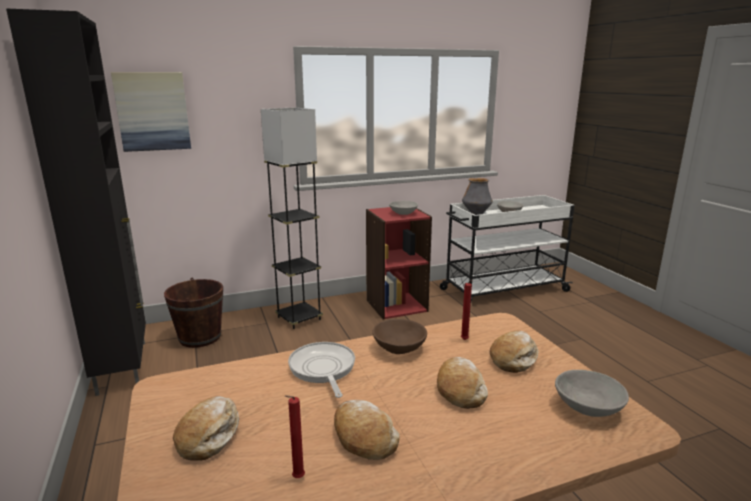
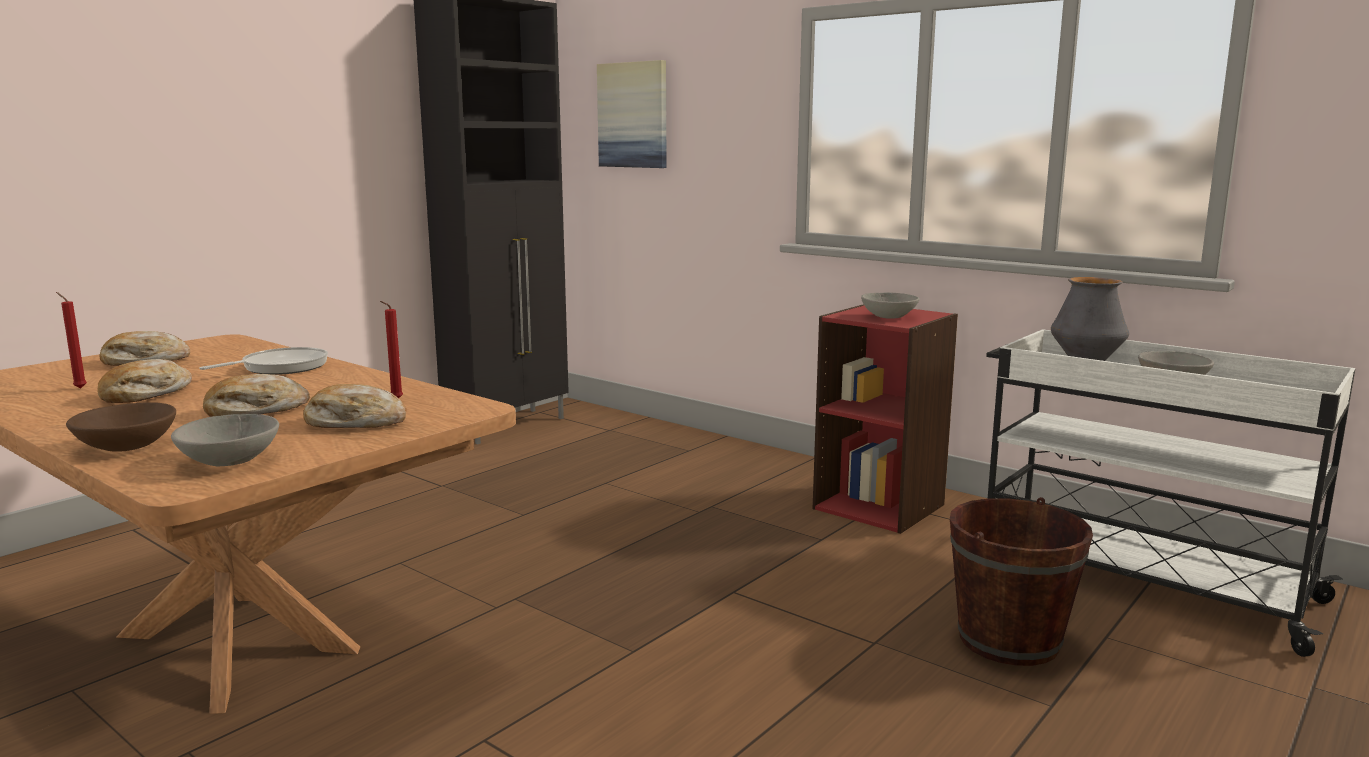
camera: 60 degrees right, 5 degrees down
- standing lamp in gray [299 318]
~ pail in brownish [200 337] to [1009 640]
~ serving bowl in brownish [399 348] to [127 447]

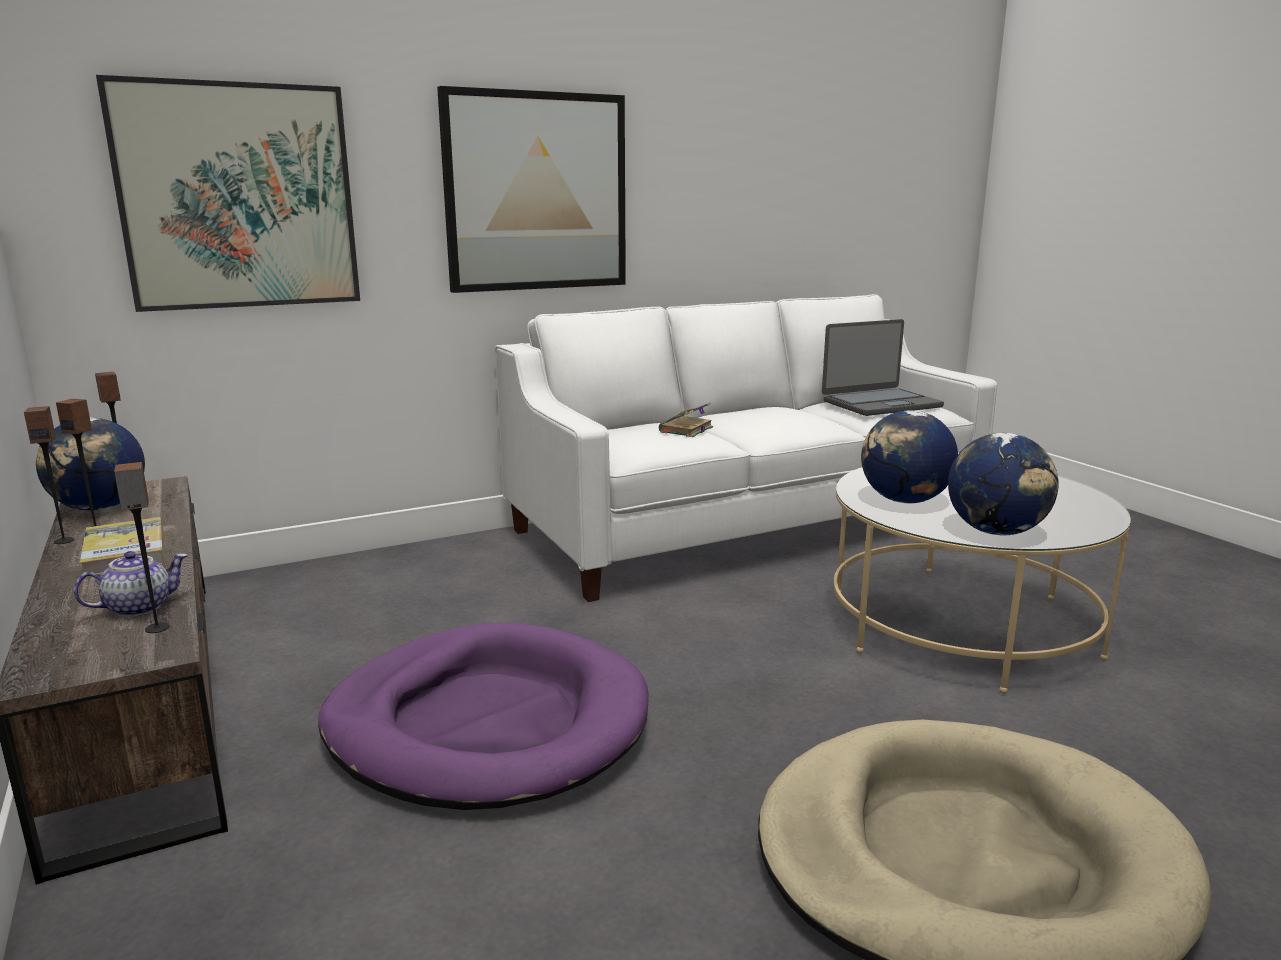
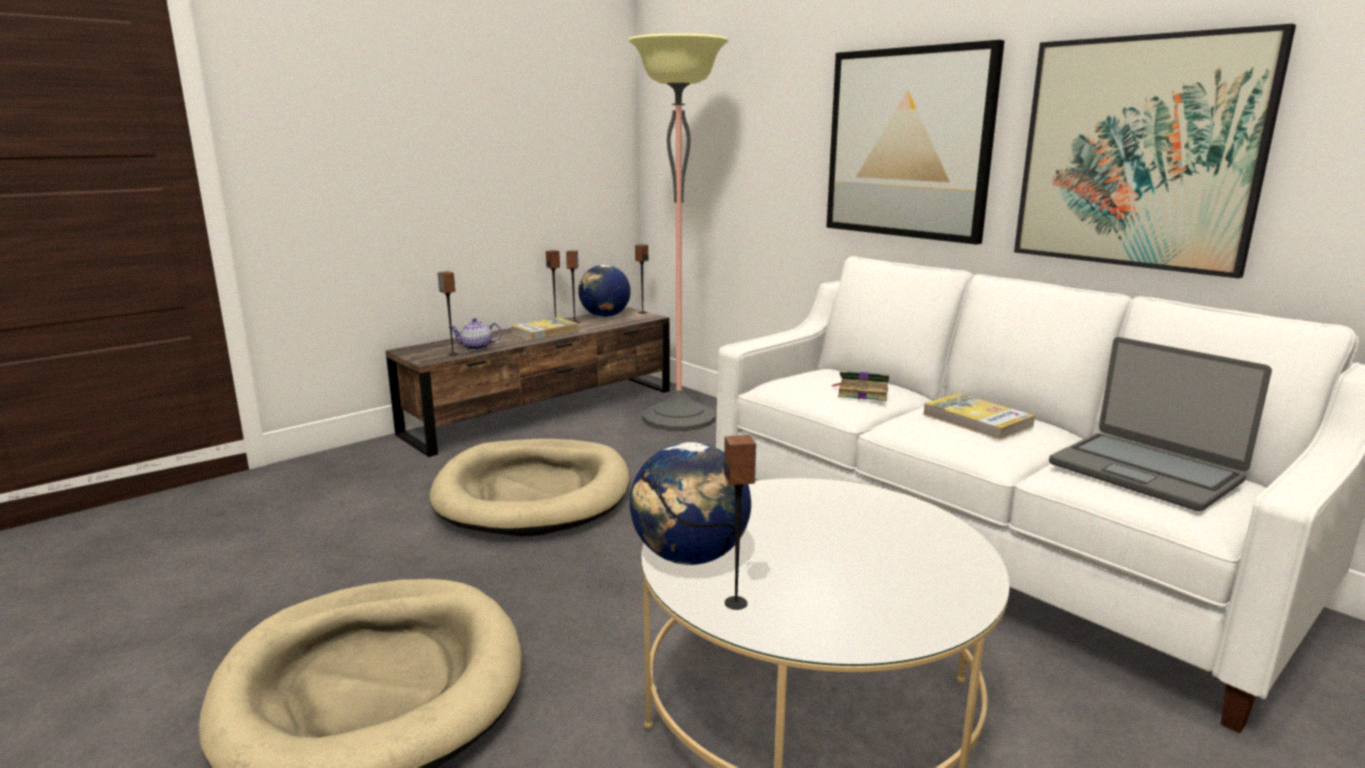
camera: 75 degrees right, 0 degrees up
~ picture [238 197] to [1138 153]
- world globe [904 501]
~ pot for tea [139 607] = [476 347] 135 degrees clockwise
~ dog bed in purple-coloured [487 723] to dog bed in sand-coloured [533 493]
+ standing lamp [679 418]
+ book [977 420]
+ audio speaker [736 603]

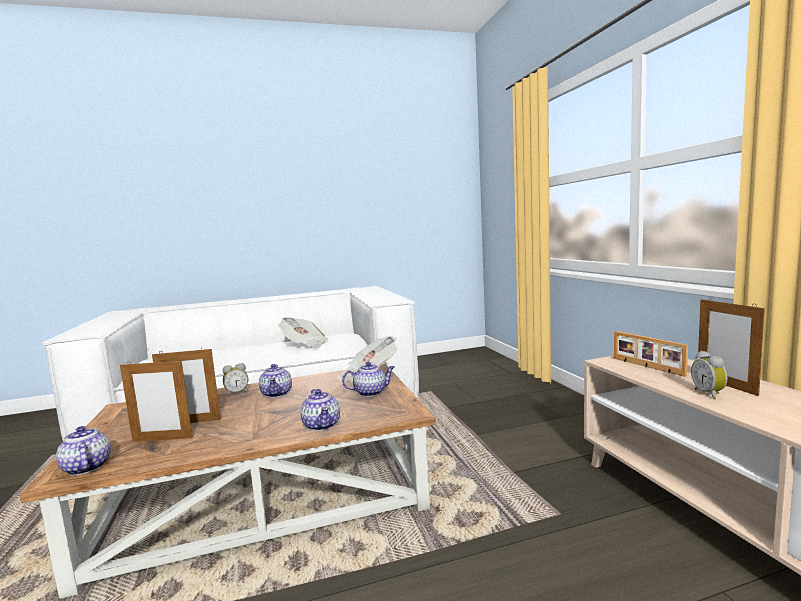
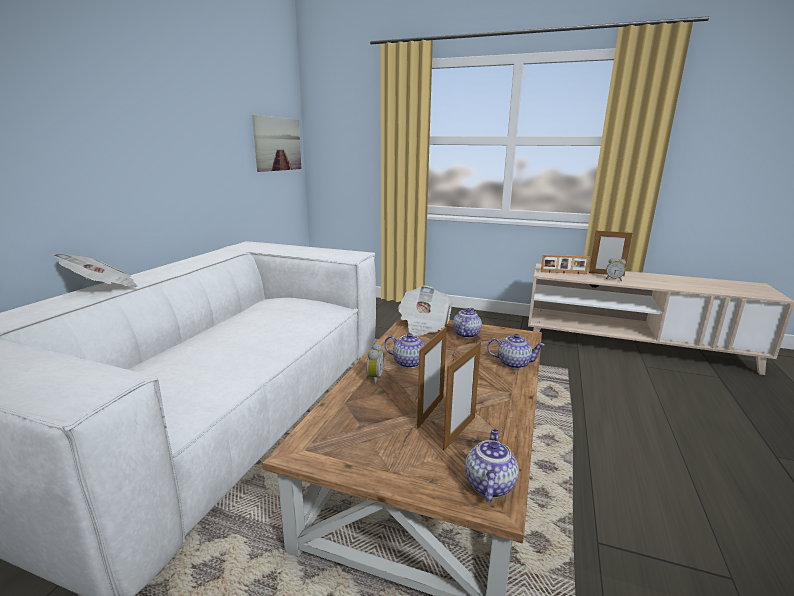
camera: 55 degrees left, 10 degrees up
~ newspaper [304 345] to [102 287]
~ pot for tea [86 467] = [489 484] 105 degrees clockwise
+ picture [277 144]

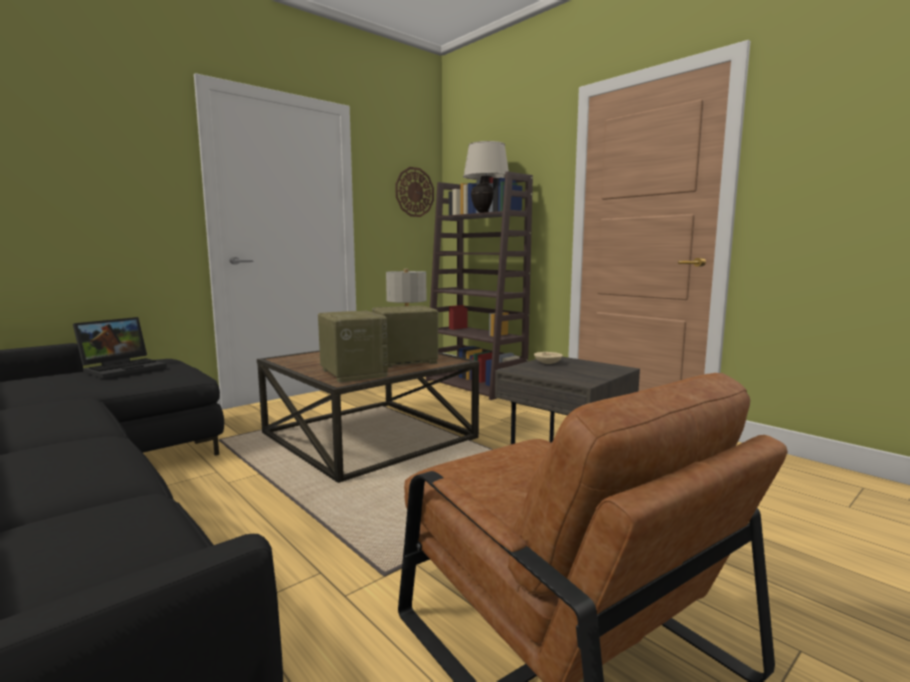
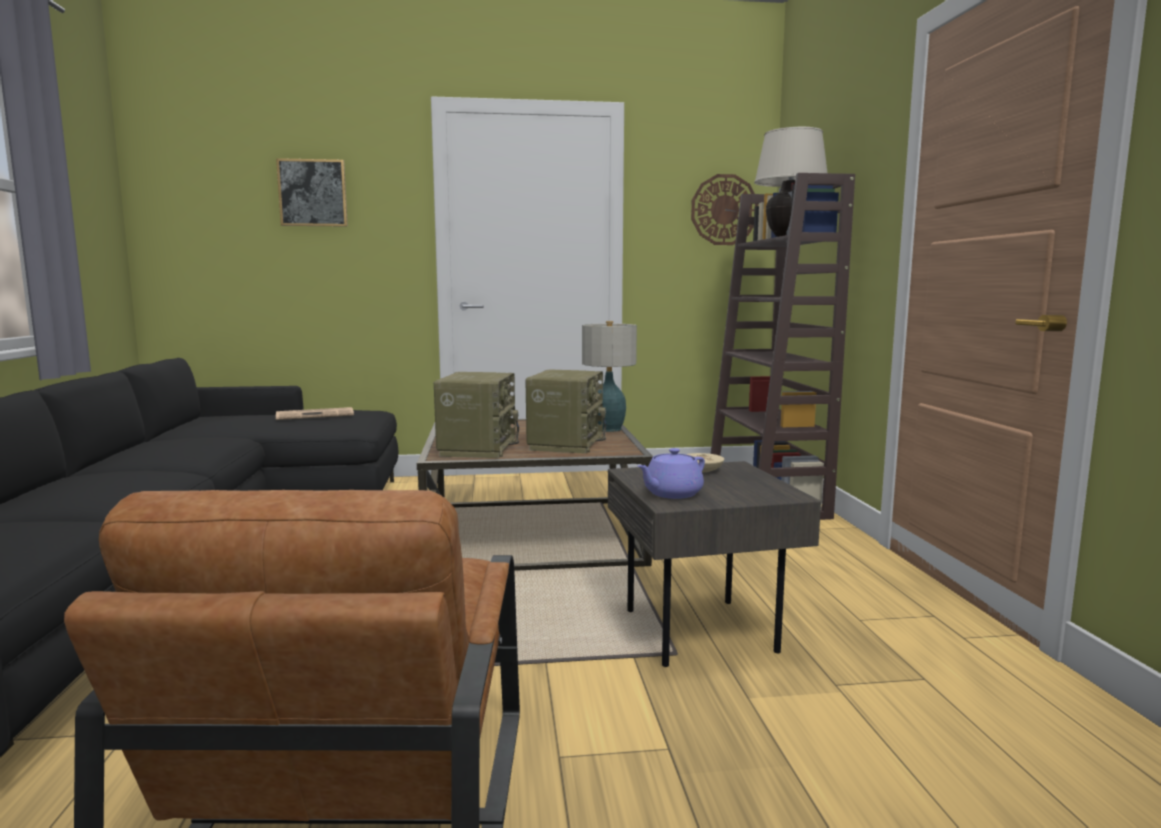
camera: 35 degrees right, 0 degrees up
~ radio [404 361] = [565 443] 90 degrees clockwise
~ portable computer [124 368] to newspaper [316 415]
+ picture [313 193]
+ pot for tea in purple-coloured [671 494]

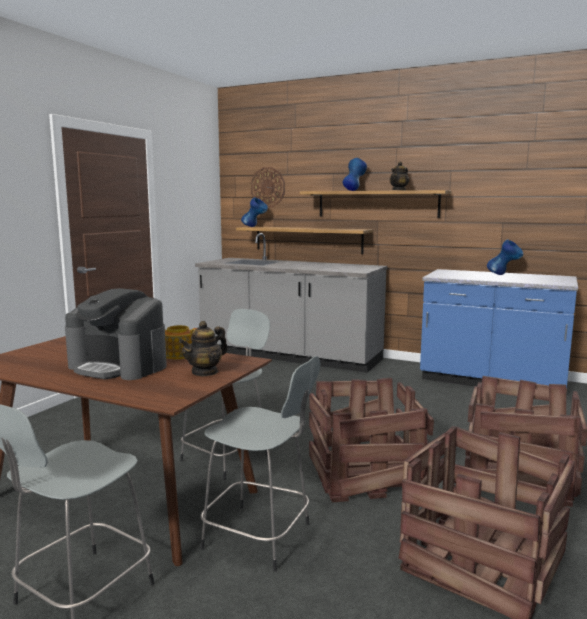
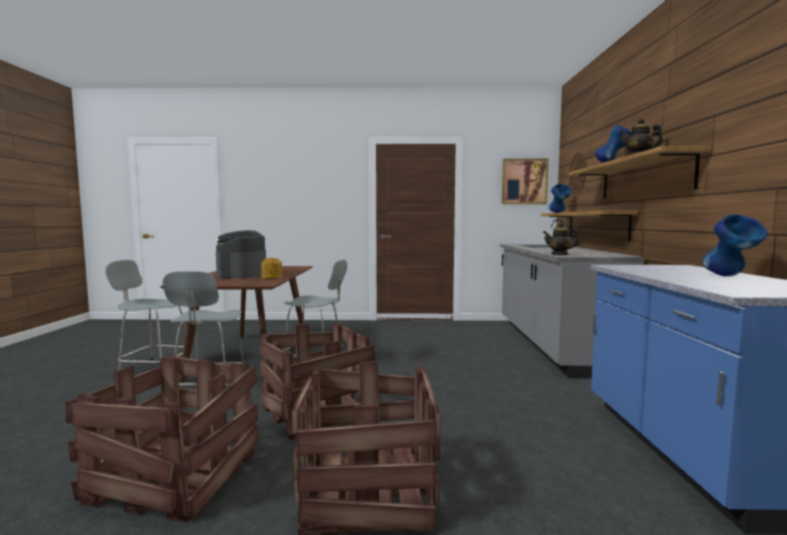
camera: 65 degrees right, 5 degrees down
~ pot for tea [205 372] to [560 254]
+ picture [524 181]

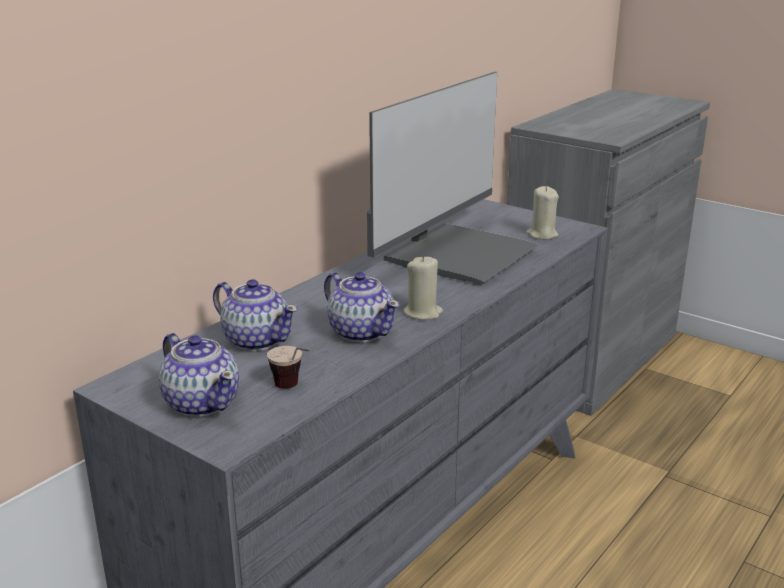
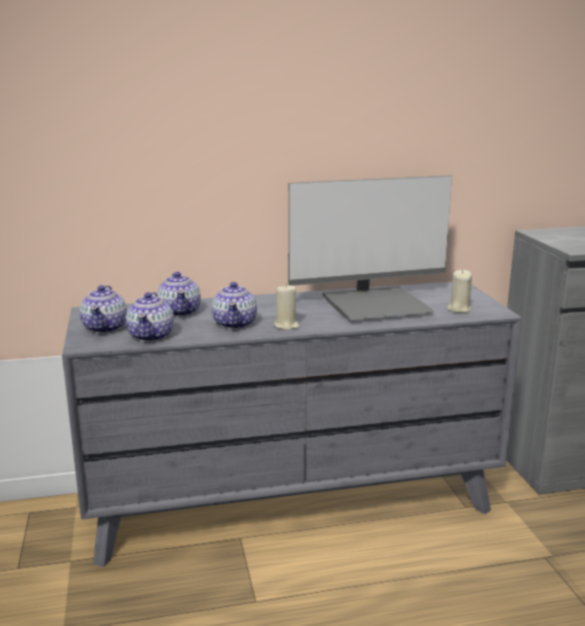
camera: 40 degrees right, 5 degrees down
~ small cup [293 389] to pot for tea [151 336]

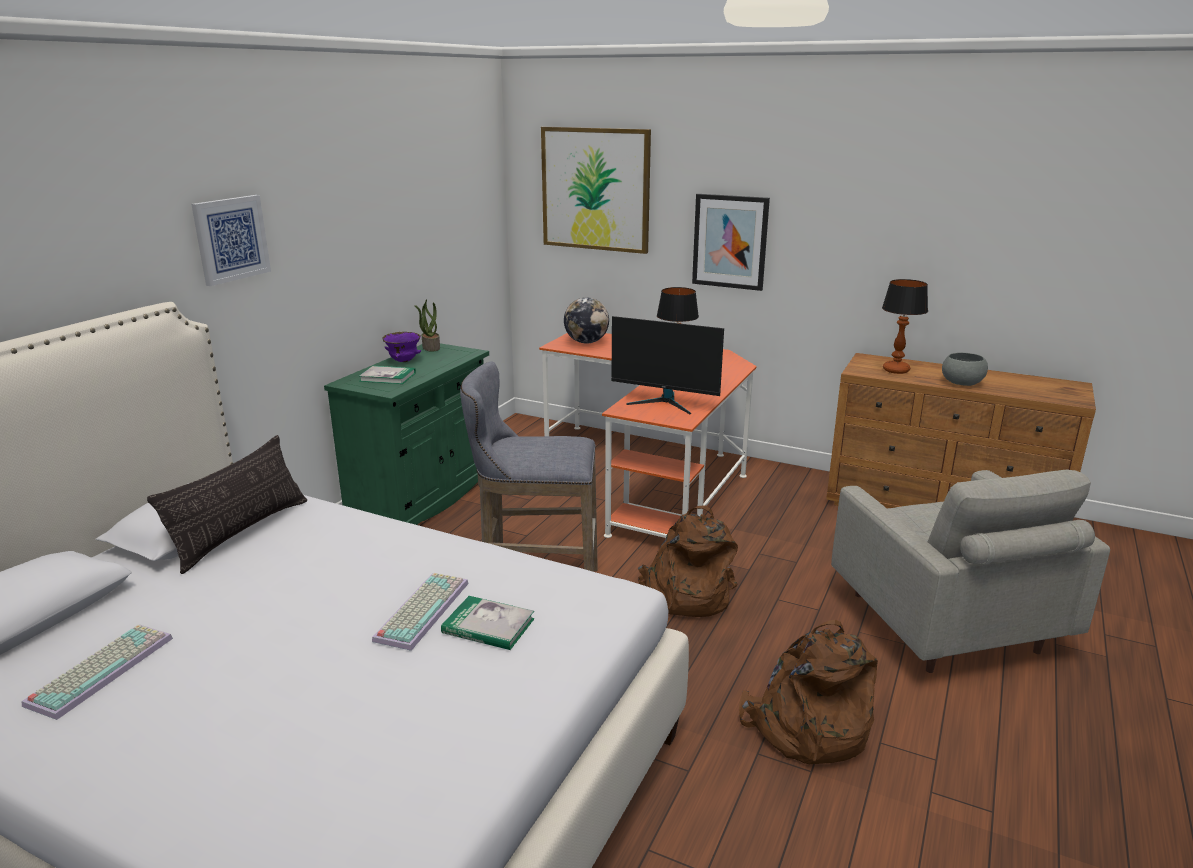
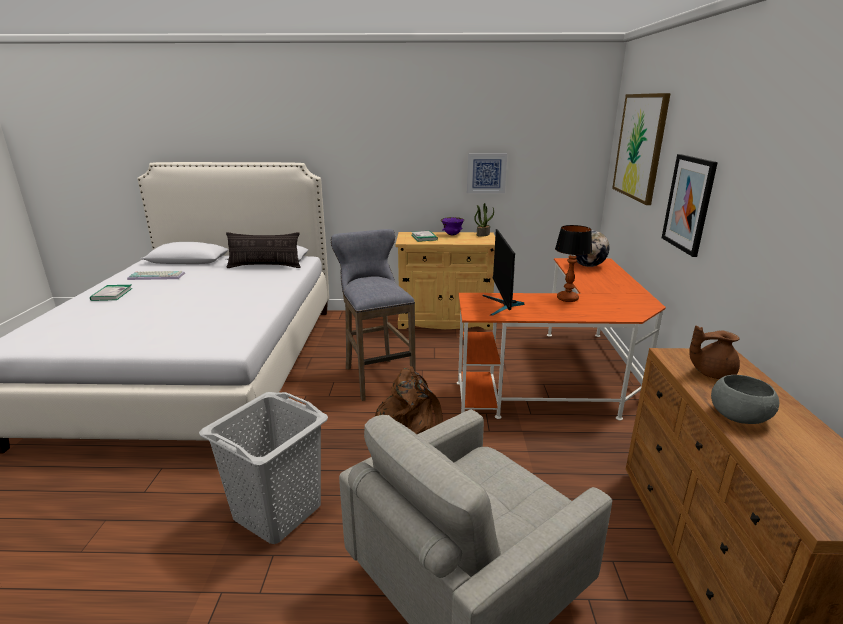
camera: 65 degrees right, 0 degrees up
~ picture [231 239] to [486 173]
~ lamp for a table [895 370] to pot for tea in brownish [711 373]
~ cupboard in green-coloured [422 498] to cupboard in sand-coloured [444 320]
- keyboard [421 609]
~ book [488 626] to [112 294]
~ knapsack in brownish [805 728] to washing basket in gray [278 512]

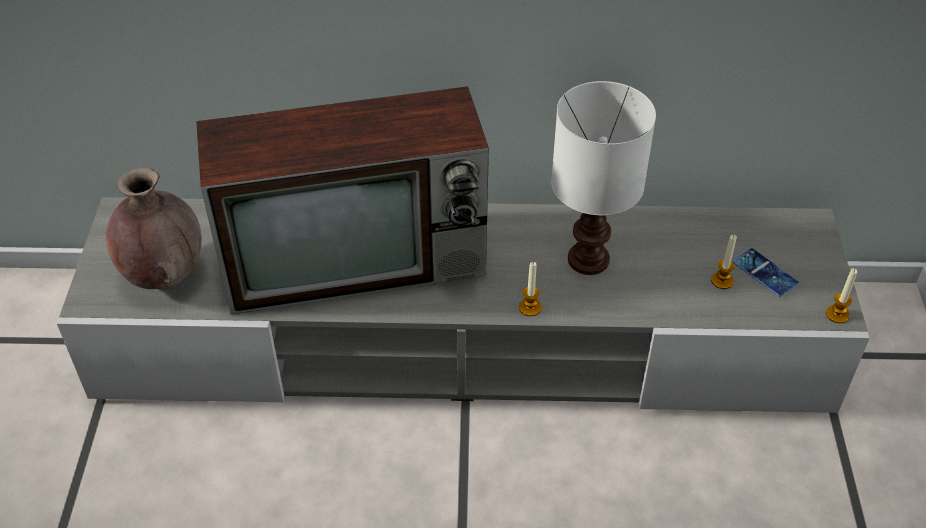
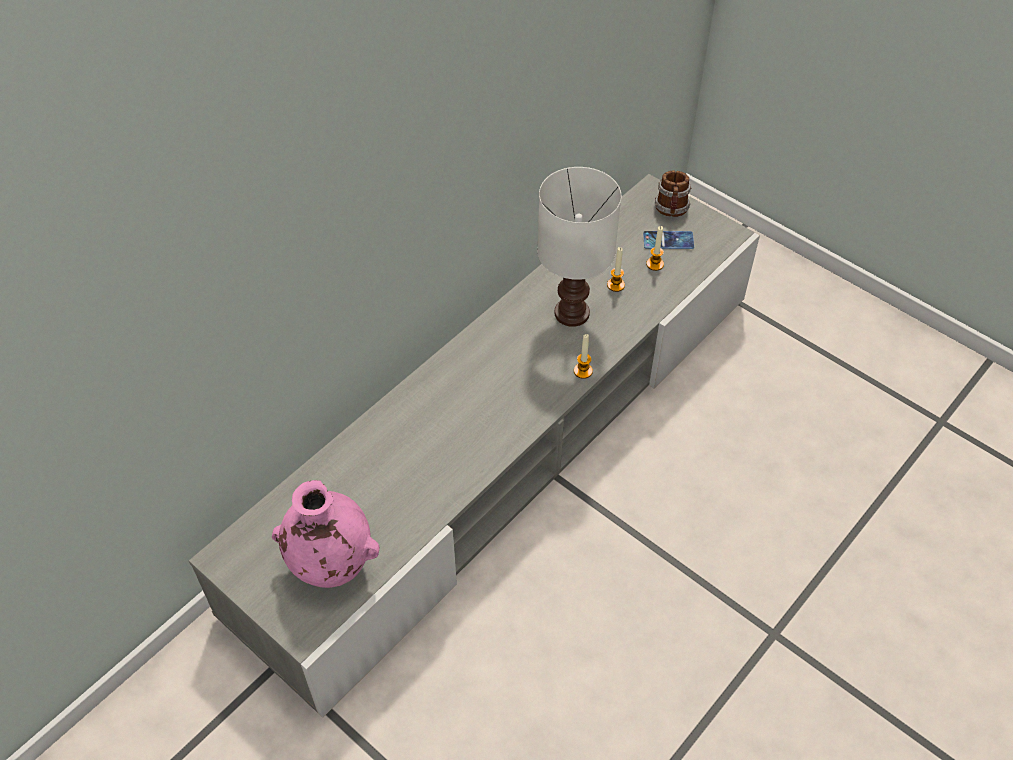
camera: 50 degrees left, 5 degrees up
- TV set [359 260]
~ vase in brownish [164 276] to vase in pink-coloured [331 565]
~ wax light [837 314] to [615 285]
+ tea mug [671 210]

